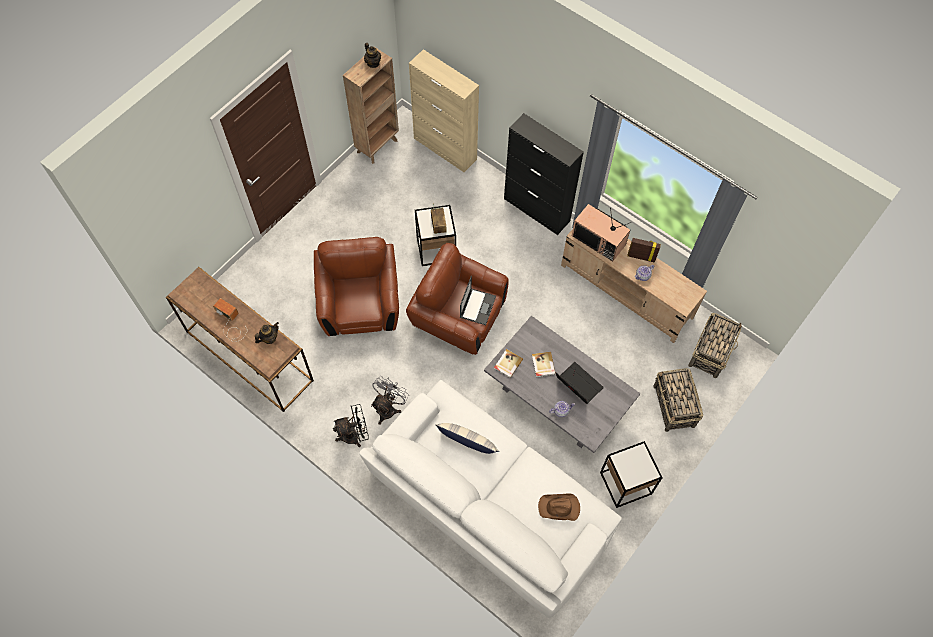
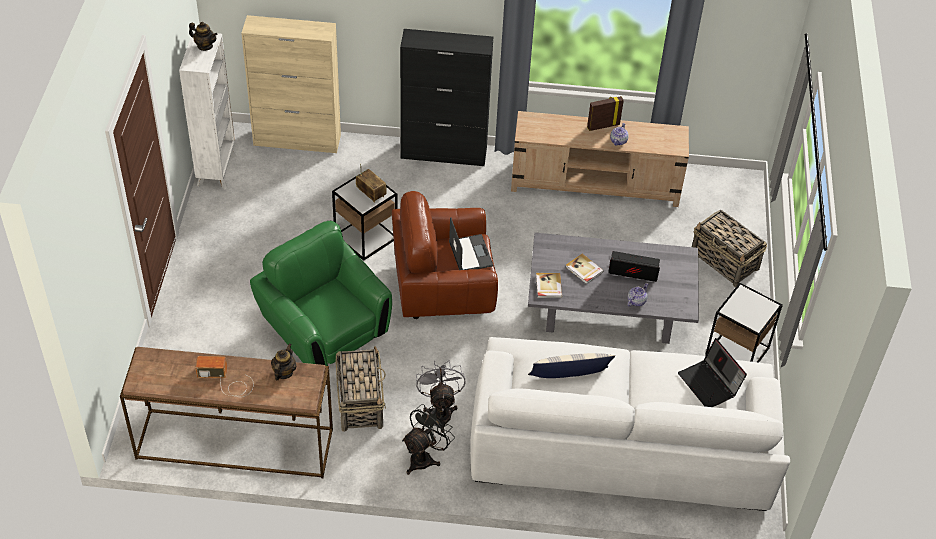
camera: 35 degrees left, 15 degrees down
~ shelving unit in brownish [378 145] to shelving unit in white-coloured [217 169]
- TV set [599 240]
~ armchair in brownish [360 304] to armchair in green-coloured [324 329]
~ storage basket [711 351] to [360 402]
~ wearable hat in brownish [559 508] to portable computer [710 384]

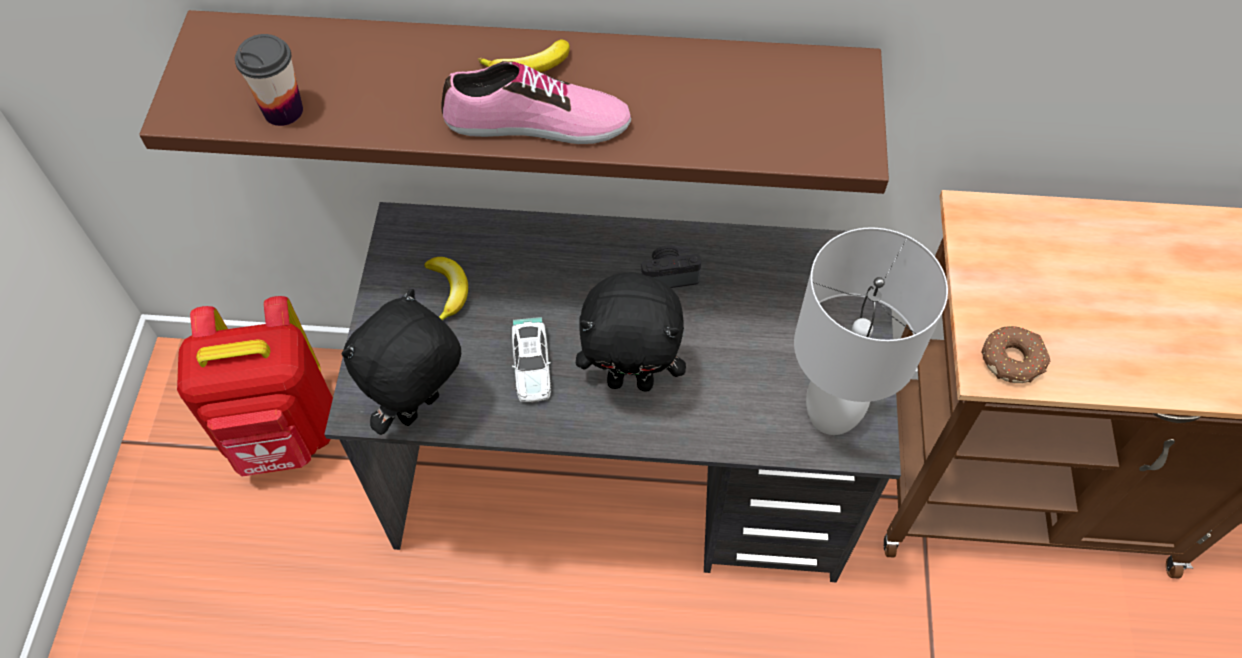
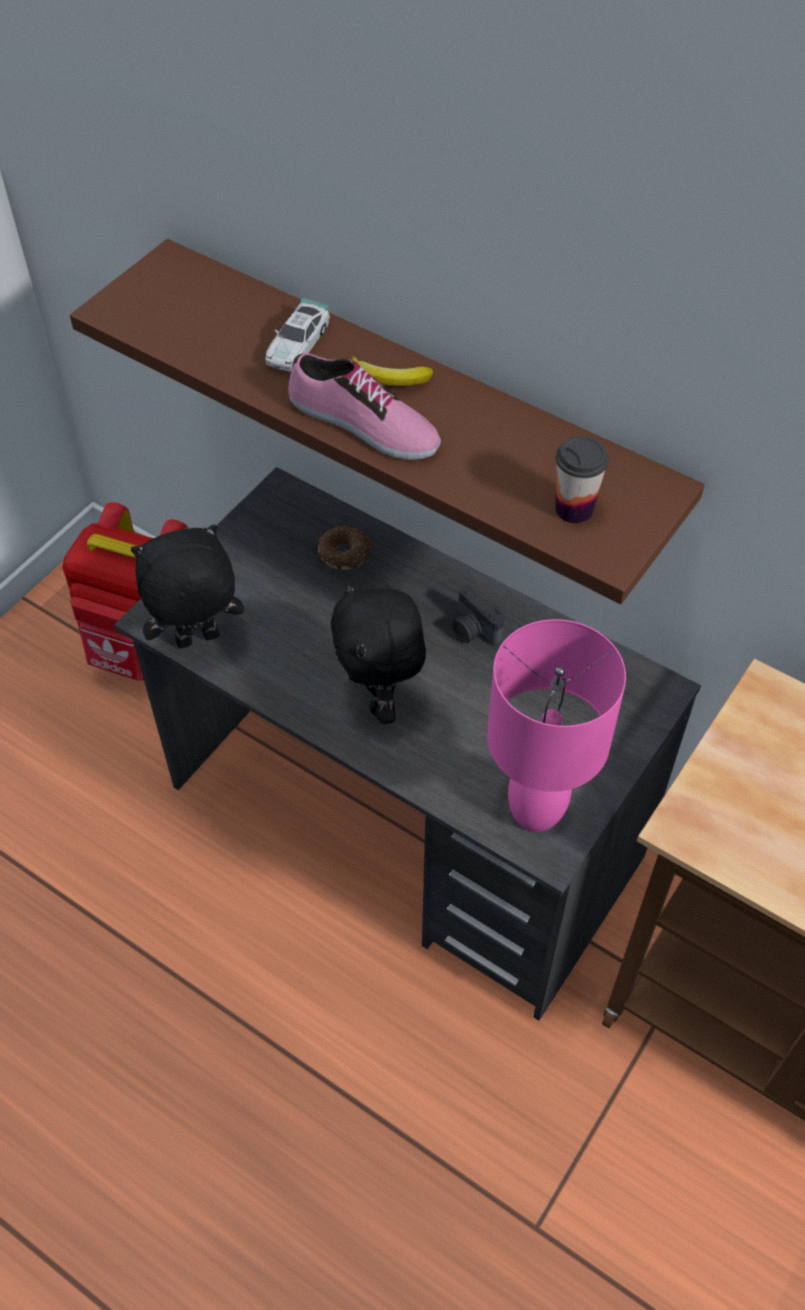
camera: 30 degrees right, 5 degrees down
~ small cup [283 111] to [574 509]
~ lamp for a table in white-coloured [830 412] to lamp for a table in pink-coloured [535 809]
~ photo camera [668 275] = [473 630] 150 degrees counterclockwise
- banana fruit [448 291]
~ plush toy in black [631 380] = [381 699] 45 degrees clockwise
~ model car [531 365] to [297 344]
~ ring doughnut [1013 359] to [345 554]

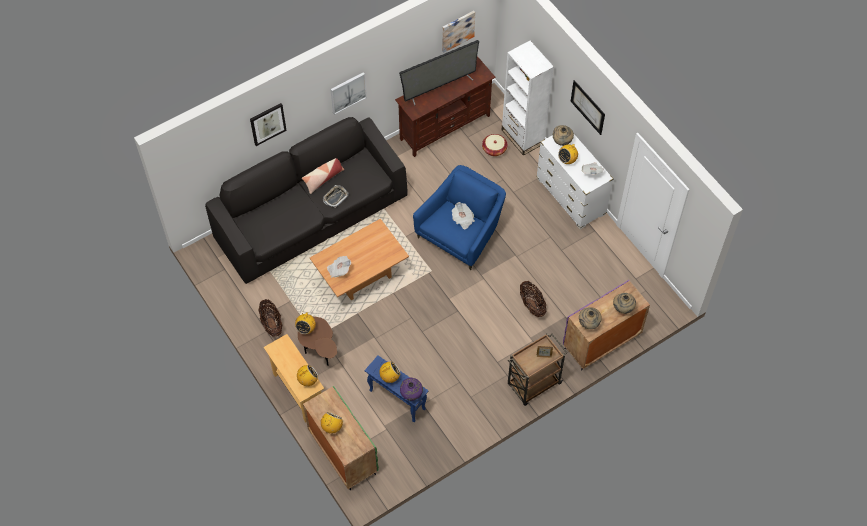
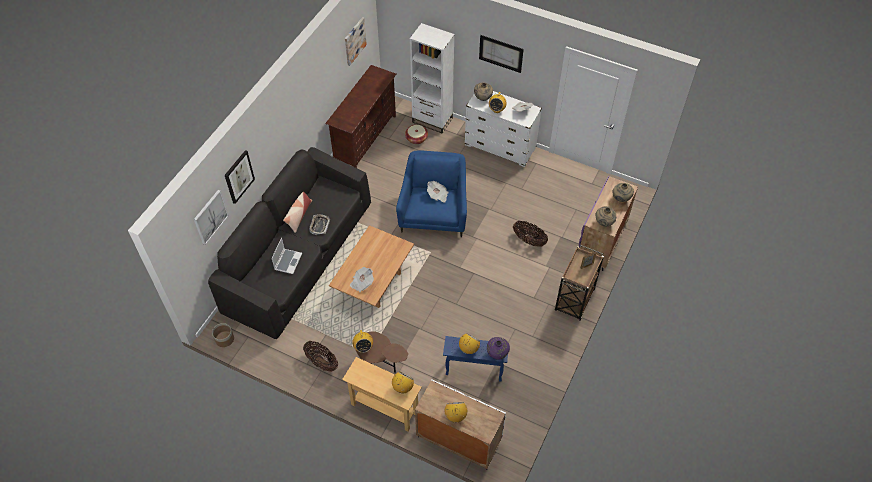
camera: 30 degrees left, 5 degrees down
- TV set [439 87]
~ picture [348 92] to [210 217]
~ cupboard in green-coloured [342 452] to cupboard in white-coloured [458 439]
+ portable computer [288 261]
+ flower pot [224 339]

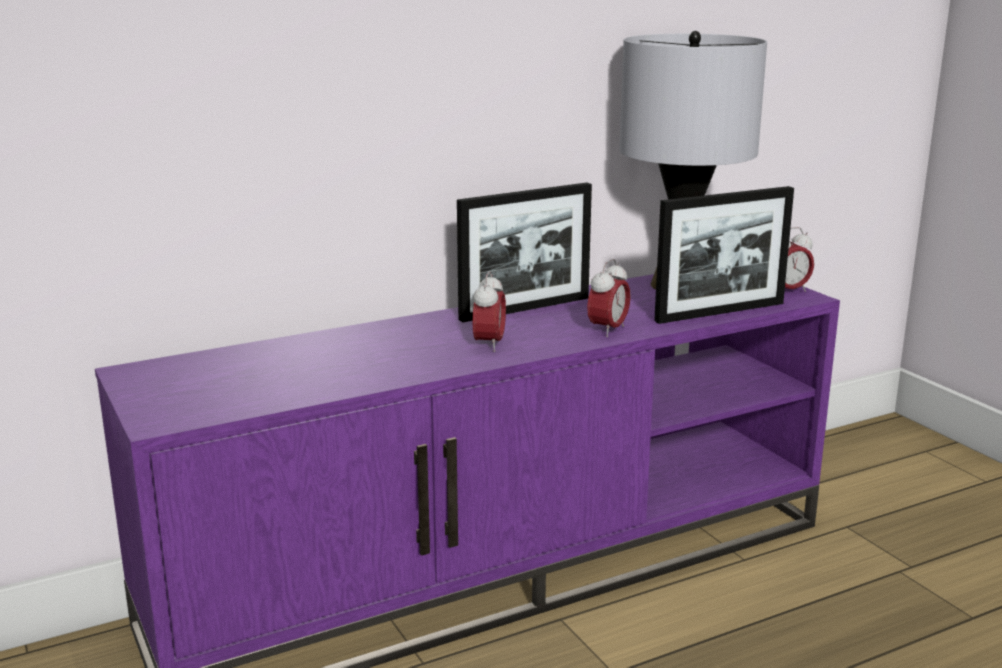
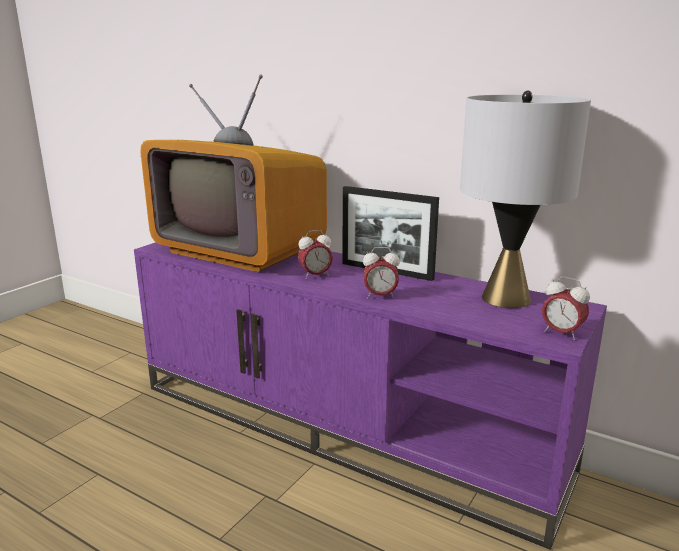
camera: 60 degrees right, 0 degrees up
- standing frame [720 312]
+ TV set [240 250]

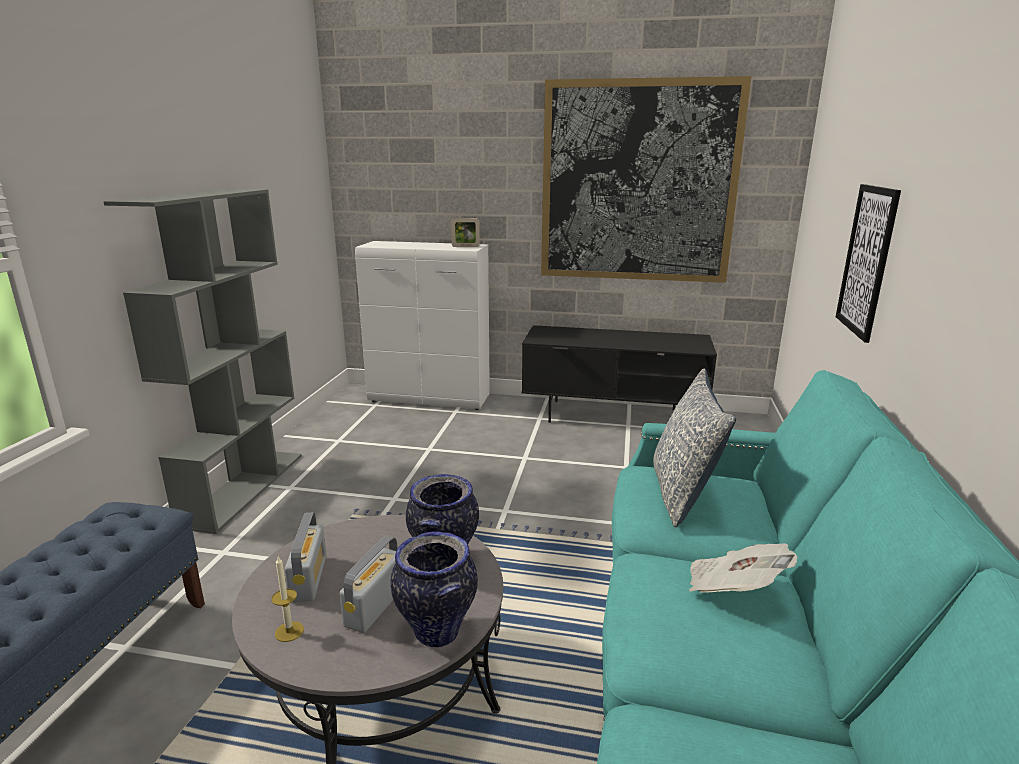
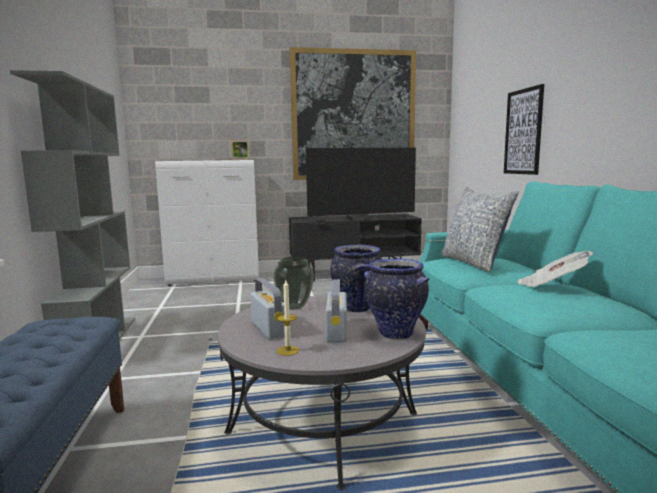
camera: 20 degrees left, 10 degrees down
+ TV set [361 218]
+ vase [294 307]

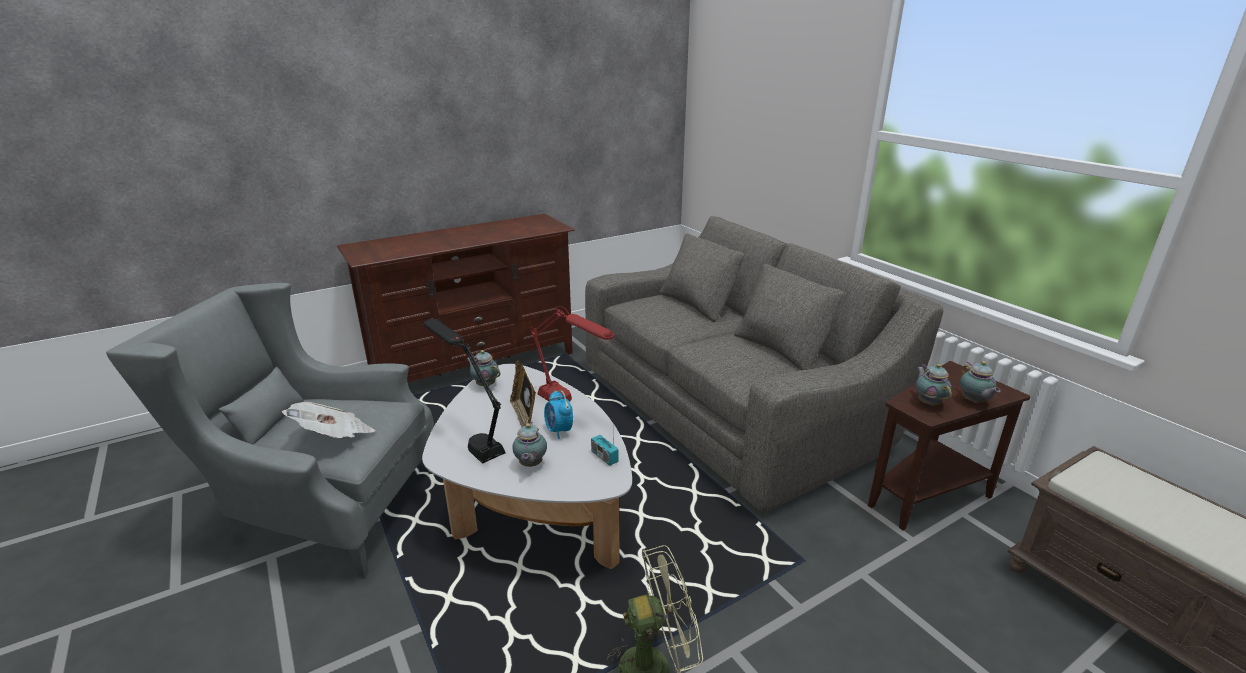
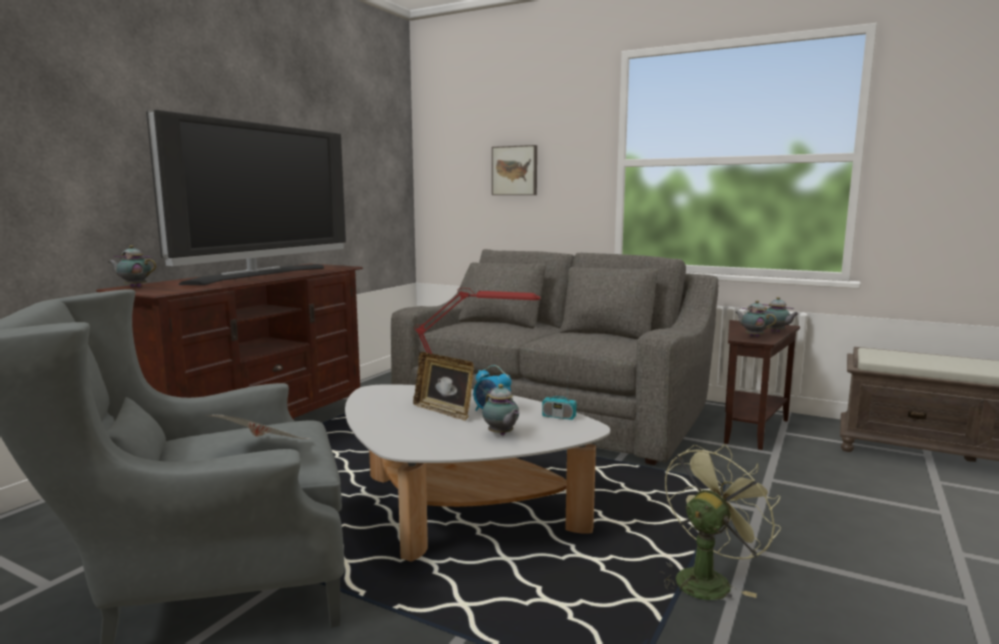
camera: 30 degrees left, 15 degrees down
- lamp for a table in black [471 437]
~ pot for tea [485 384] to [134 287]
+ TV set [260 275]
+ picture [515 171]

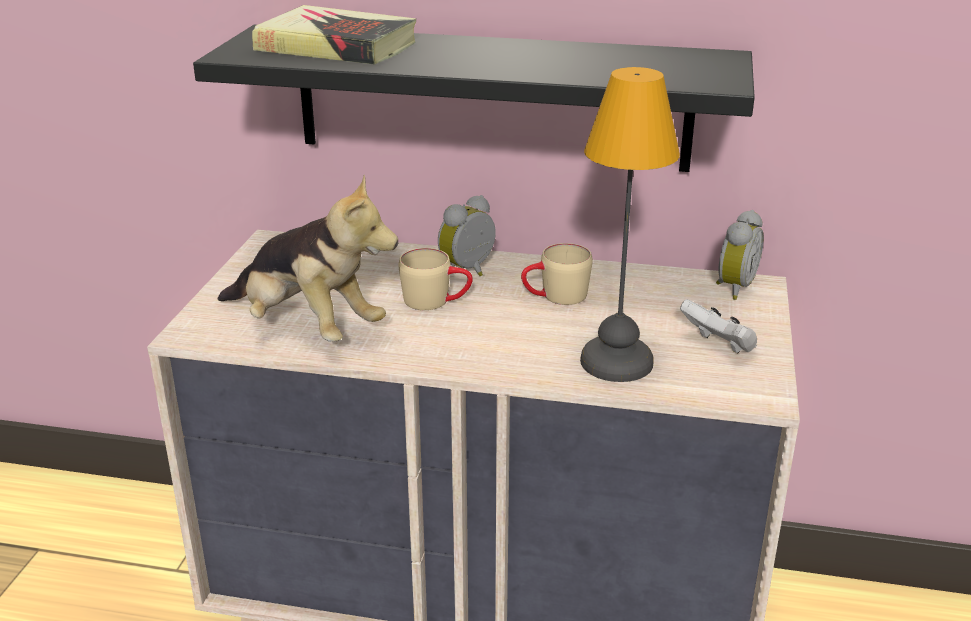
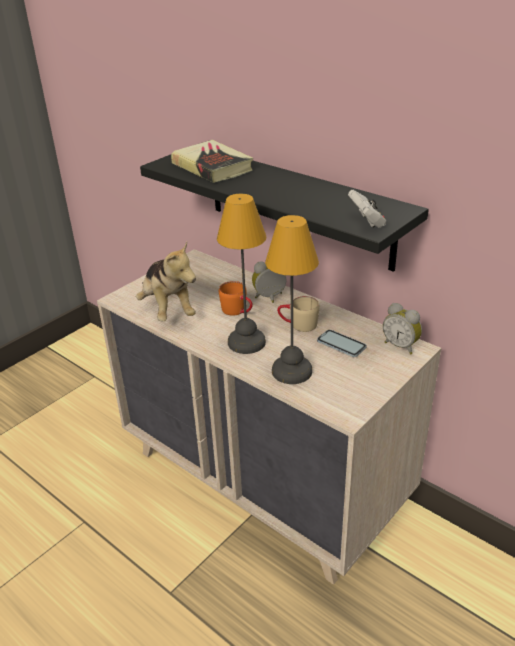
camera: 30 degrees right, 5 degrees up
~ alarm clock [732 287] = [401 346] 75 degrees clockwise
~ tea mug in sand-coloured [436 301] to tea mug in orangey [238 311]
~ joypad in white-coloured [719 346] to [367 222]
+ lamp for a table [247 343]
+ phone [341 344]

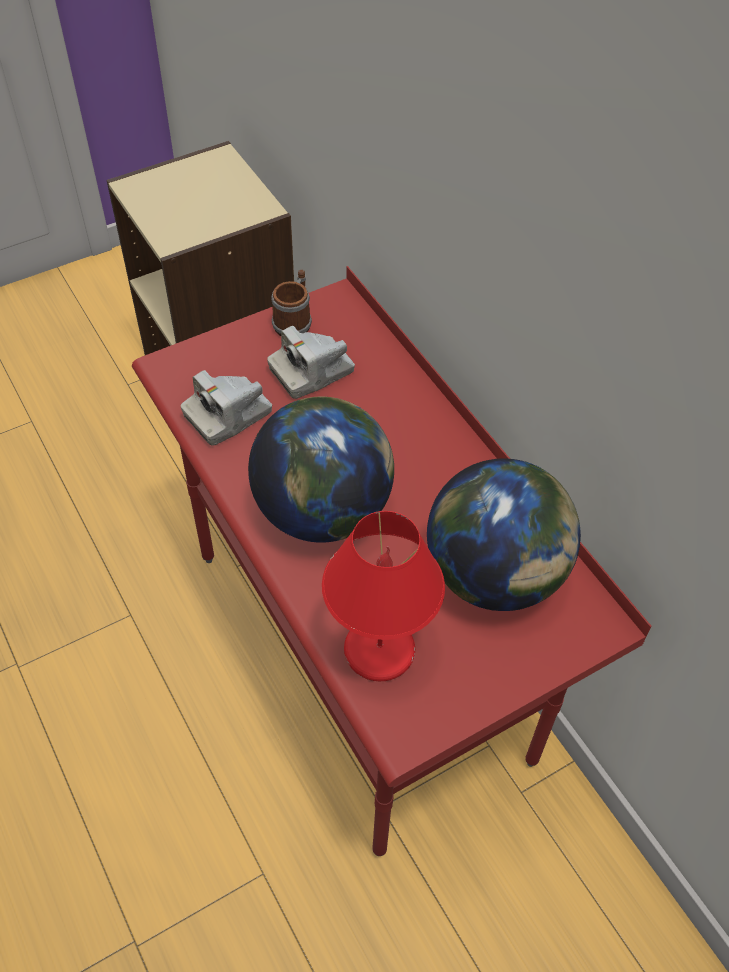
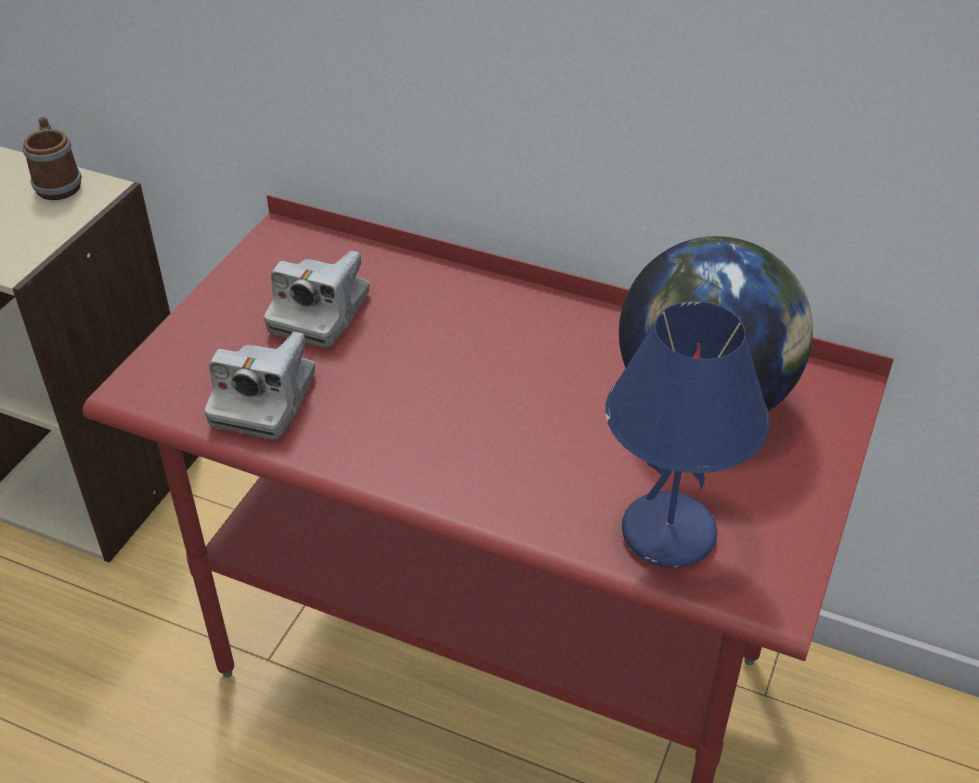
camera: 35 degrees left, 10 degrees down
~ tea mug [295 321] to [58 183]
- world globe [323 511]
~ lamp for a table in red [381 650] to lamp for a table in blue [669 532]

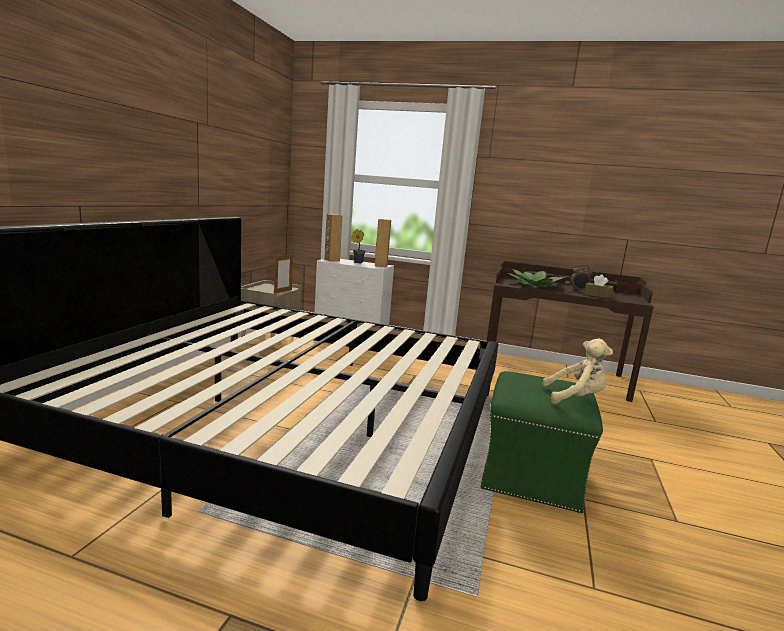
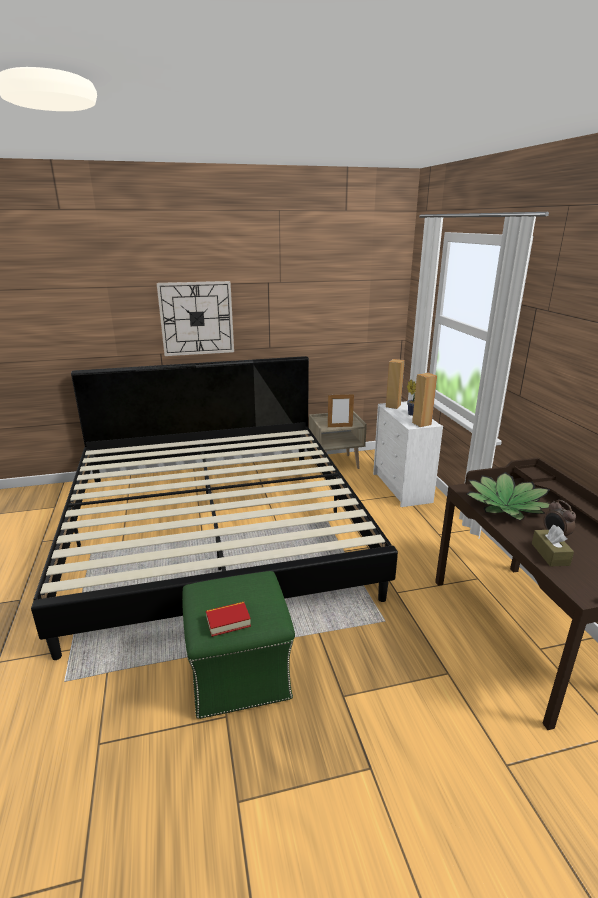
camera: 60 degrees right, 10 degrees up
~ plush toy in sand-coloured [575 398] to book [228 622]
+ clock on the wall [196 318]

